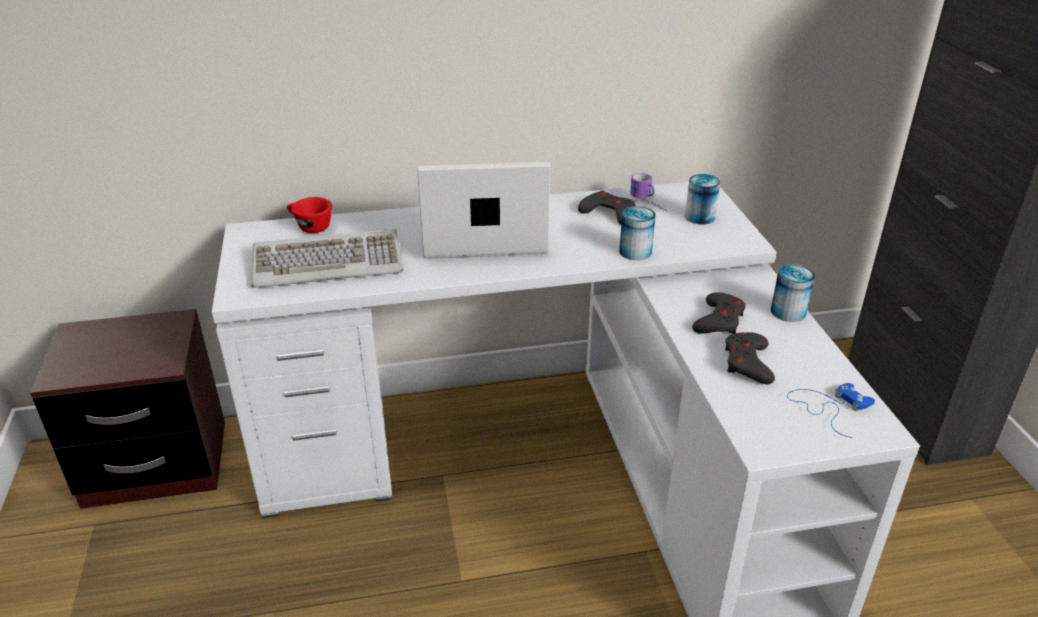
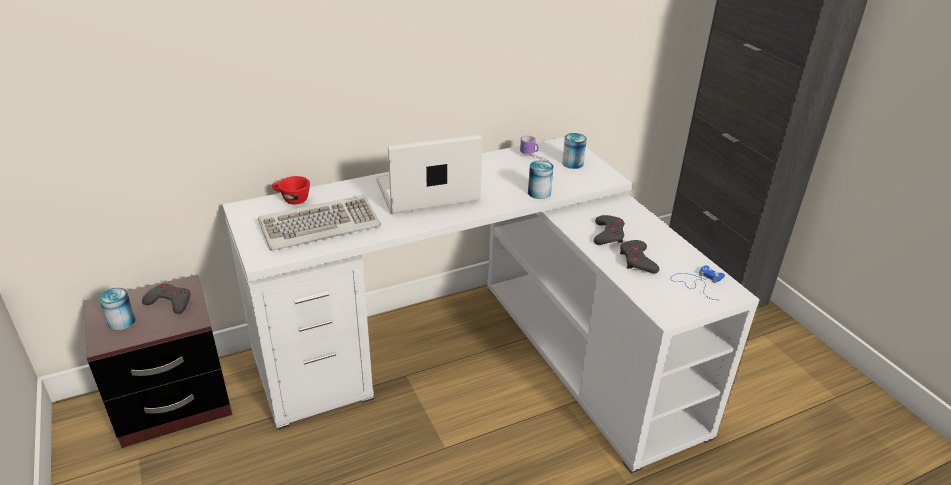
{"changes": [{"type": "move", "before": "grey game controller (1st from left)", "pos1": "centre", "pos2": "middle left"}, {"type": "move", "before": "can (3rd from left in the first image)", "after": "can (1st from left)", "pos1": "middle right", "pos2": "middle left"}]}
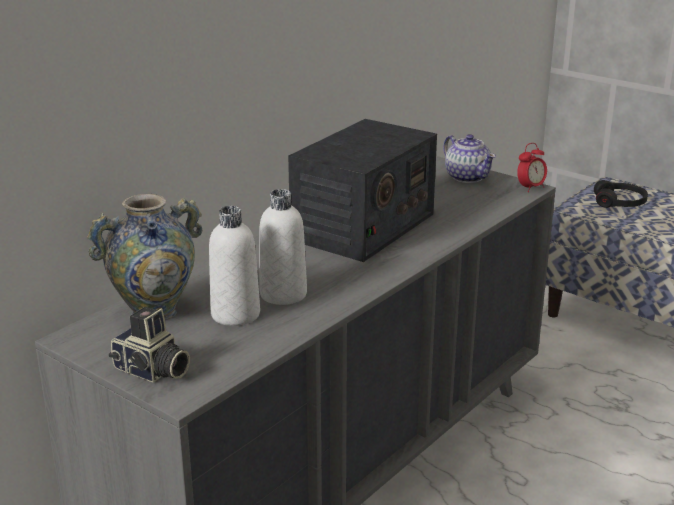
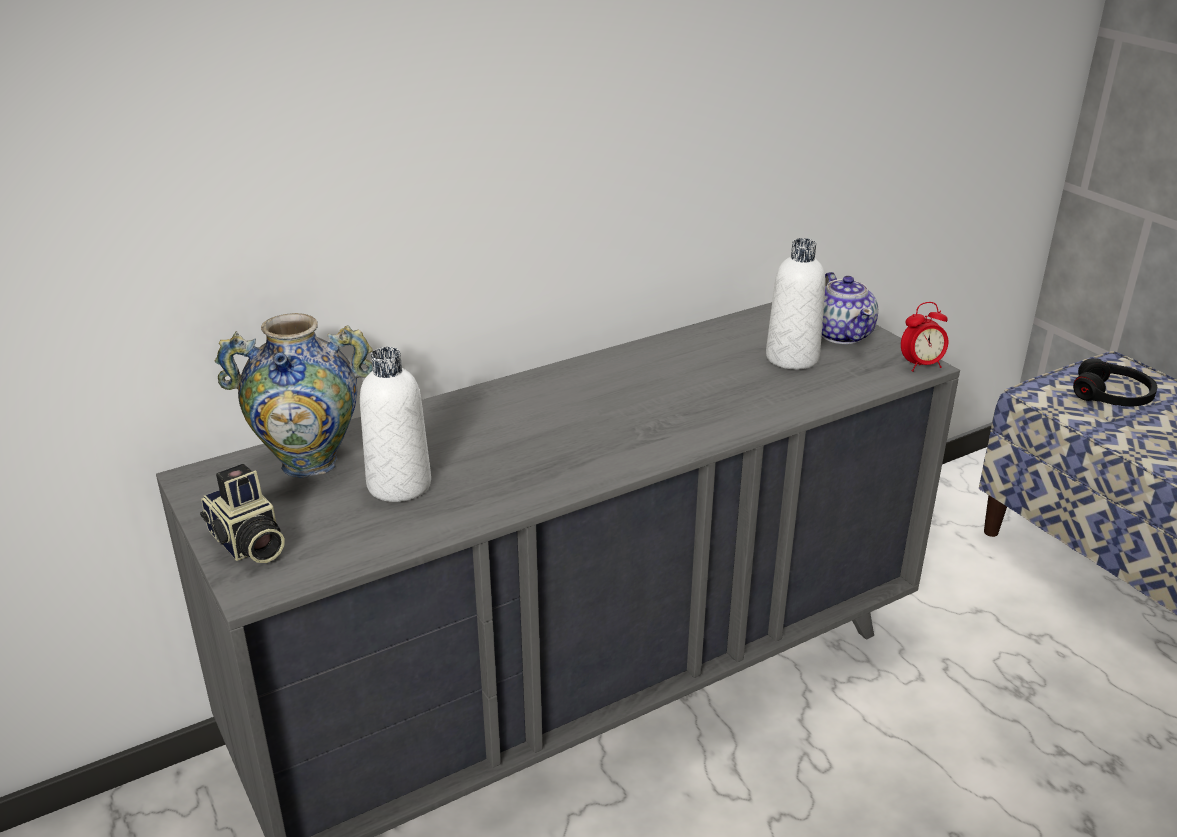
{"changes": [{"type": "move", "before": "white bottle (2nd from left)", "pos1": "centre", "pos2": "middle right"}, {"type": "delete", "before": "radio", "pos1": "centre"}]}
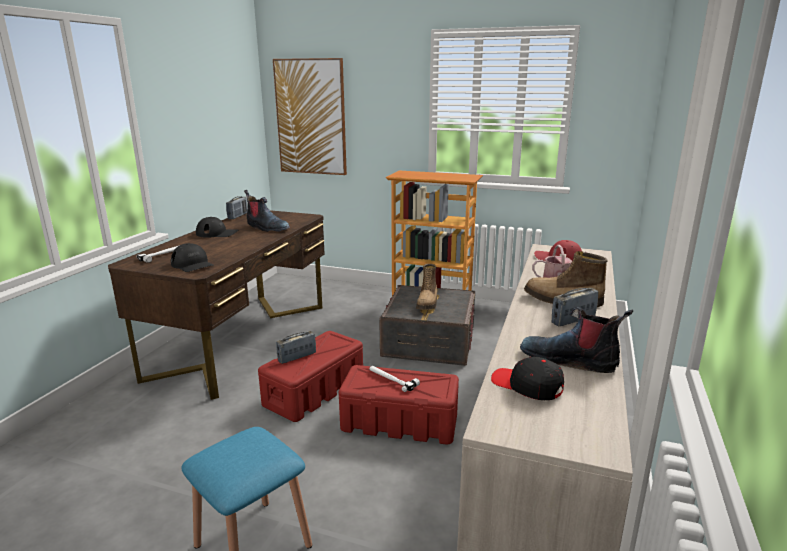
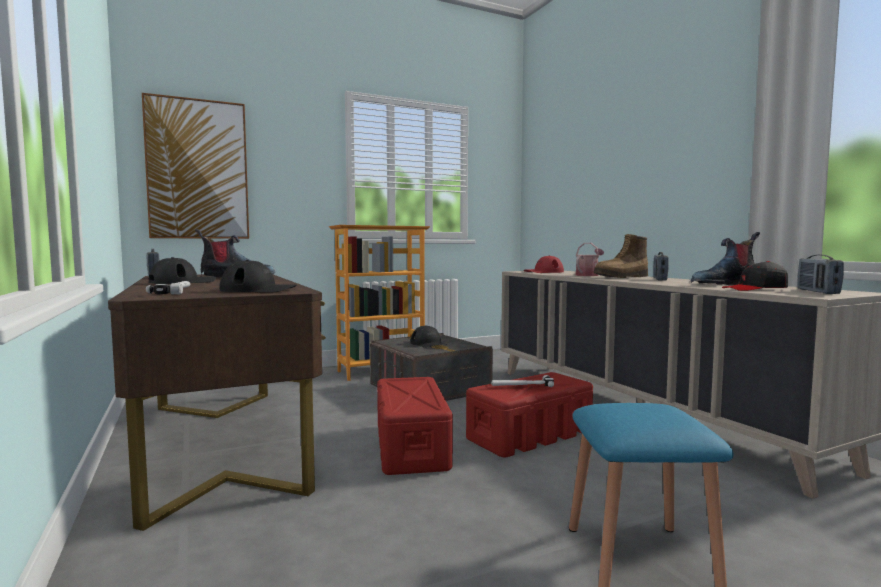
{"changes": [{"type": "move", "before": "radio (2nd from left in the first image)", "after": "radio (3rd from left)", "pos1": "centre", "pos2": "middle right"}, {"type": "replace", "before": "boot (2nd from left)", "after": "black cap (3rd from left)", "pos1": "centre", "pos2": "centre"}]}
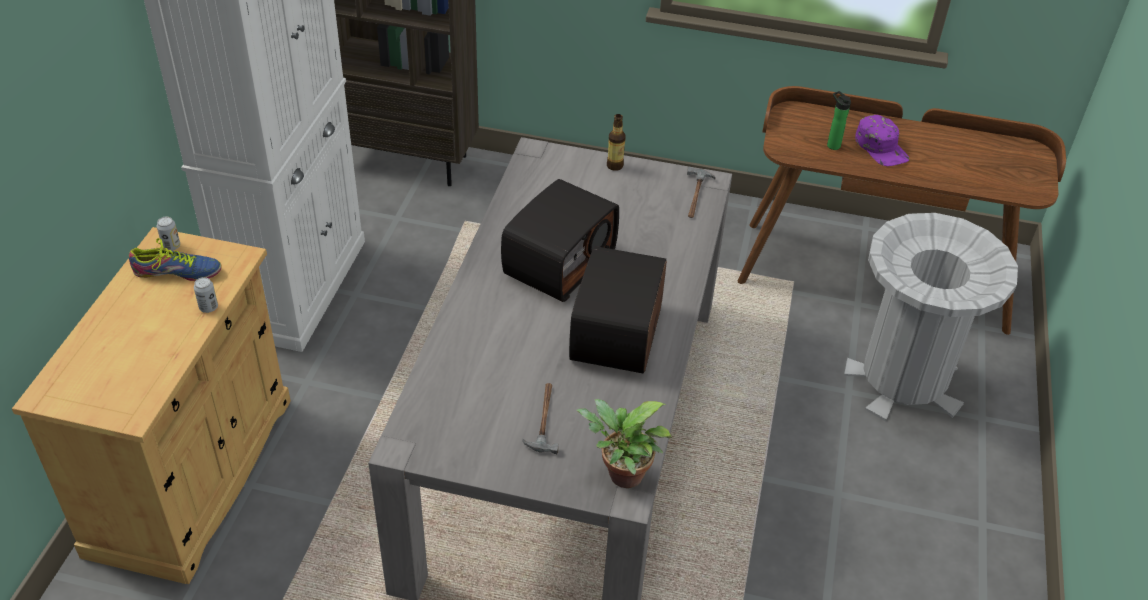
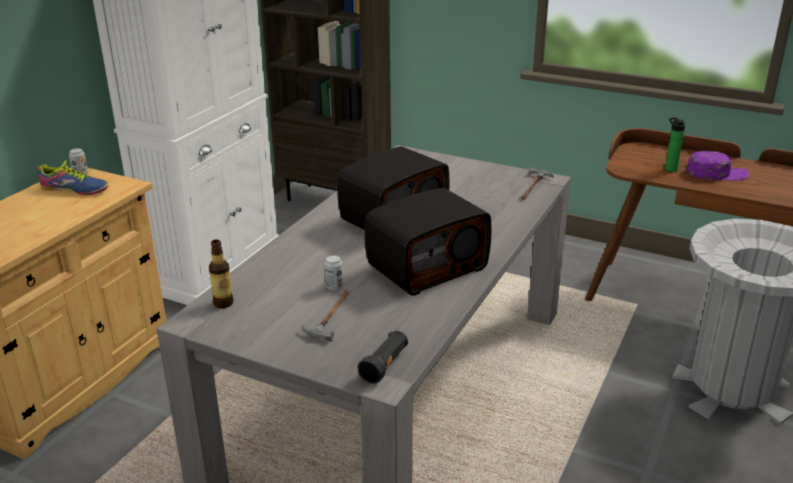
{"changes": [{"type": "move", "before": "can (2nd from left)", "pos1": "middle left", "pos2": "centre"}, {"type": "rotate", "before": "radio (2nd from left)", "pos1": "centre", "pos2": "centre", "turn": -150}, {"type": "replace", "before": "potted plant", "after": "black flashlight", "pos1": "bottom centre", "pos2": "bottom centre"}, {"type": "move", "before": "bottle (1st from left)", "pos1": "top centre", "pos2": "middle left"}, {"type": "rotate", "before": "purple cap", "pos1": "top right", "pos2": "middle right", "turn": -75}]}
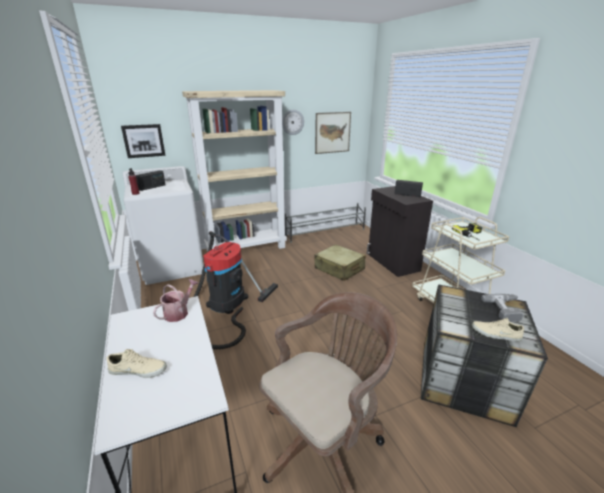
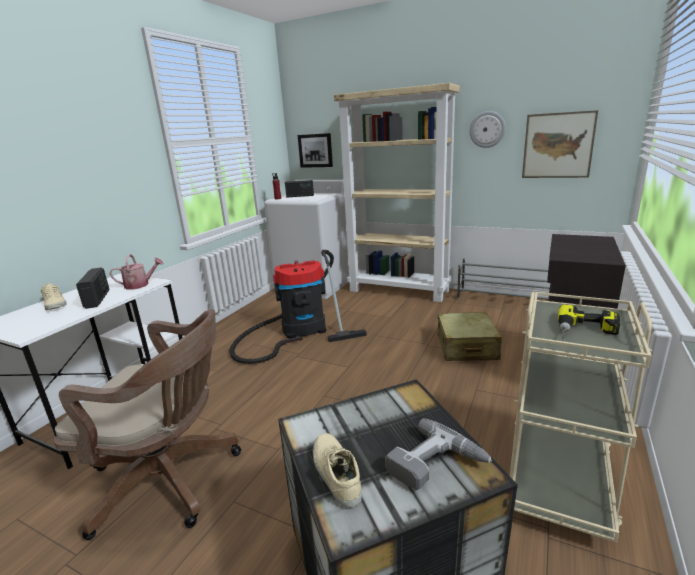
{"changes": [{"type": "move", "before": "radio (2nd from left in the first image)", "after": "radio (1st from left)", "pos1": "middle right", "pos2": "middle left"}]}
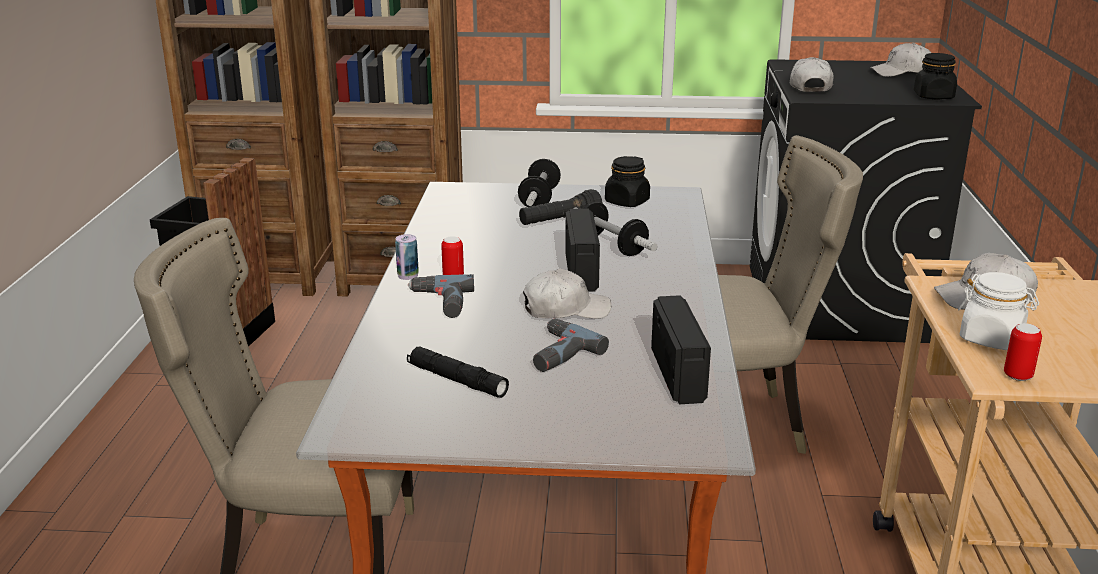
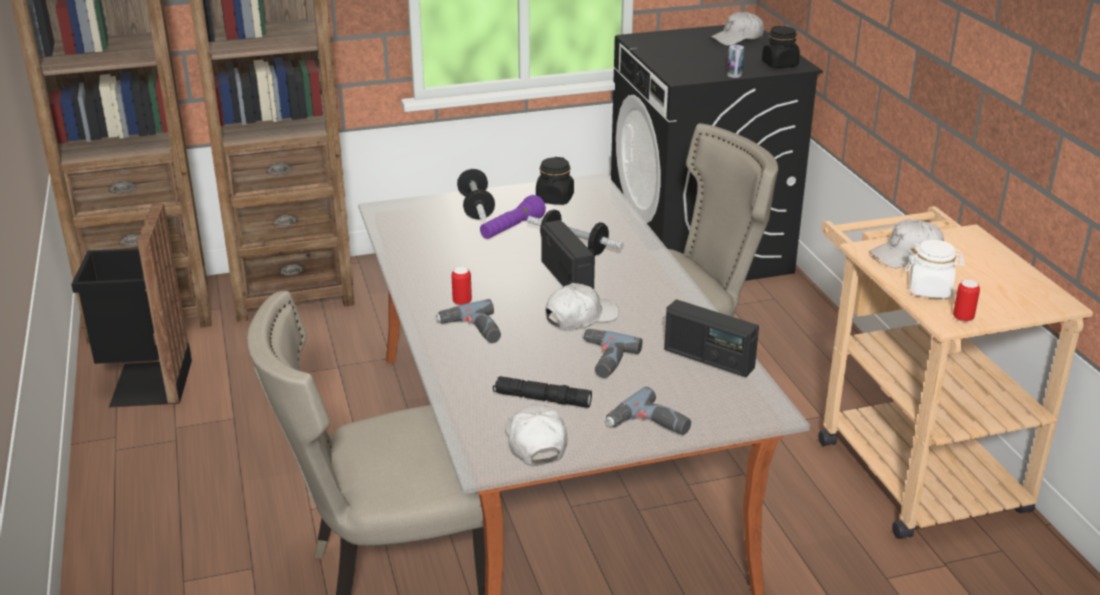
{"changes": [{"type": "move", "before": "can (1st from left in the first image)", "after": "can (2nd from left)", "pos1": "centre", "pos2": "top right"}, {"type": "recolor", "before": "black flashlight (2nd from left)", "after": "purple flashlight", "pos1": "centre", "pos2": "centre"}, {"type": "rotate", "before": "radio (2nd from left)", "pos1": "centre", "pos2": "centre", "turn": 150}, {"type": "move", "before": "white cap (2nd from left in the first image)", "after": "white cap (1st from left)", "pos1": "top right", "pos2": "bottom centre"}, {"type": "insert", "after": "power drill (3rd from left)", "pos2": "bottom centre"}]}
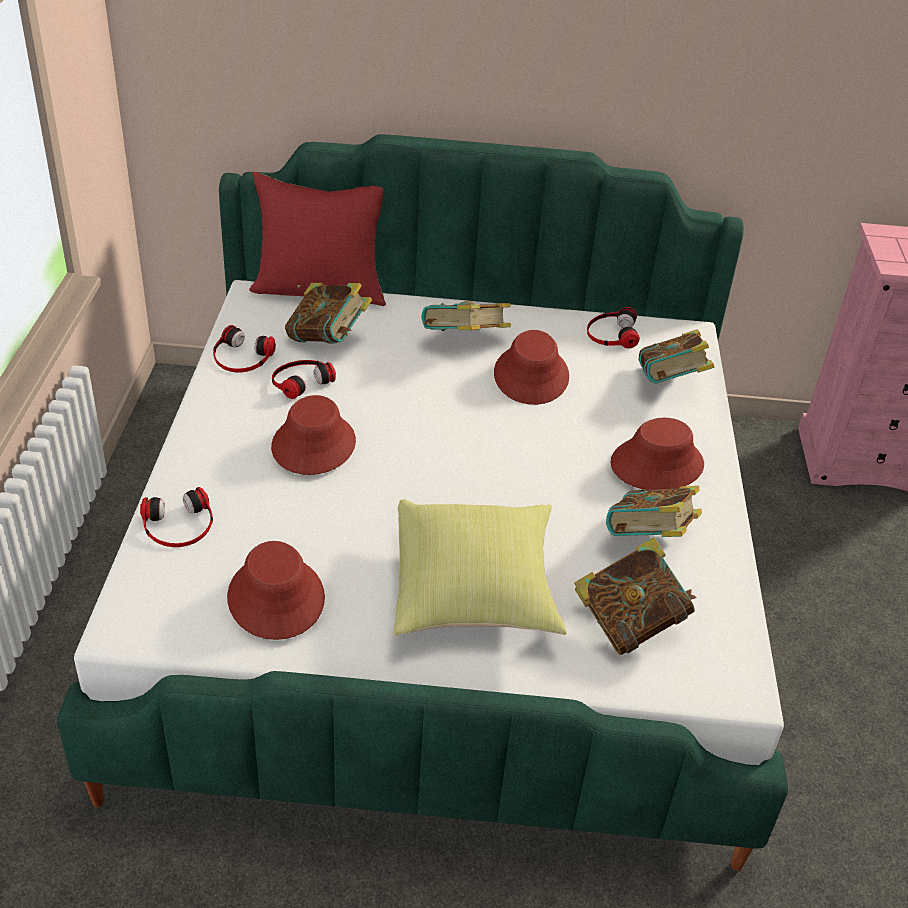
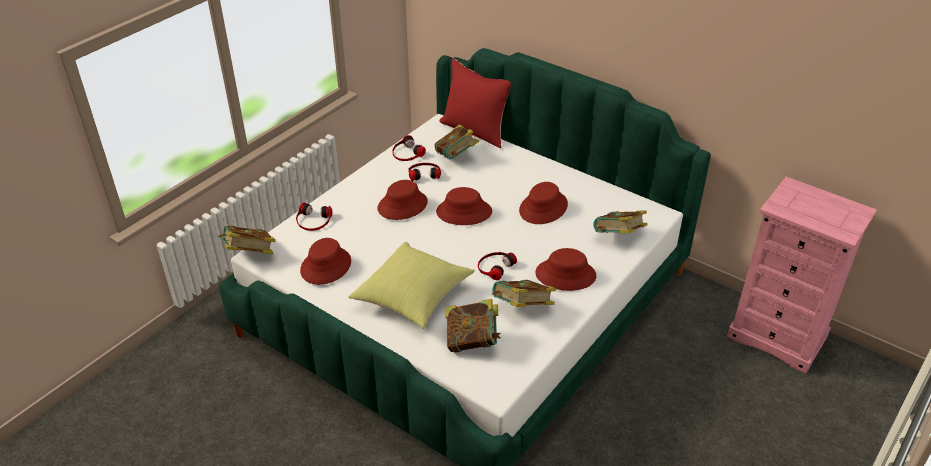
{"changes": [{"type": "move", "before": "book (2nd from left in the first image)", "after": "book (1st from left)", "pos1": "centre", "pos2": "middle left"}, {"type": "move", "before": "headphones (4th from left)", "pos1": "middle right", "pos2": "centre"}, {"type": "insert", "after": "red hat (3rd from left)", "pos2": "centre"}]}
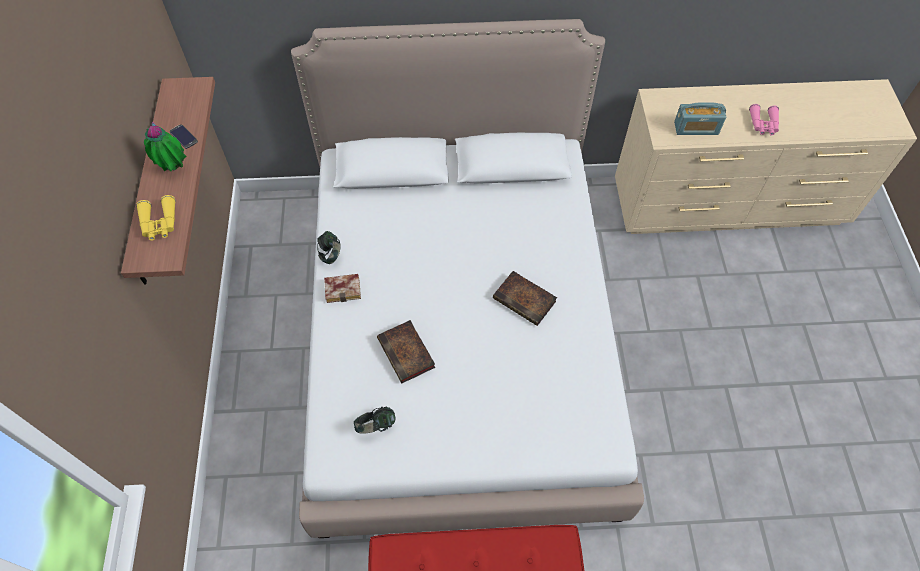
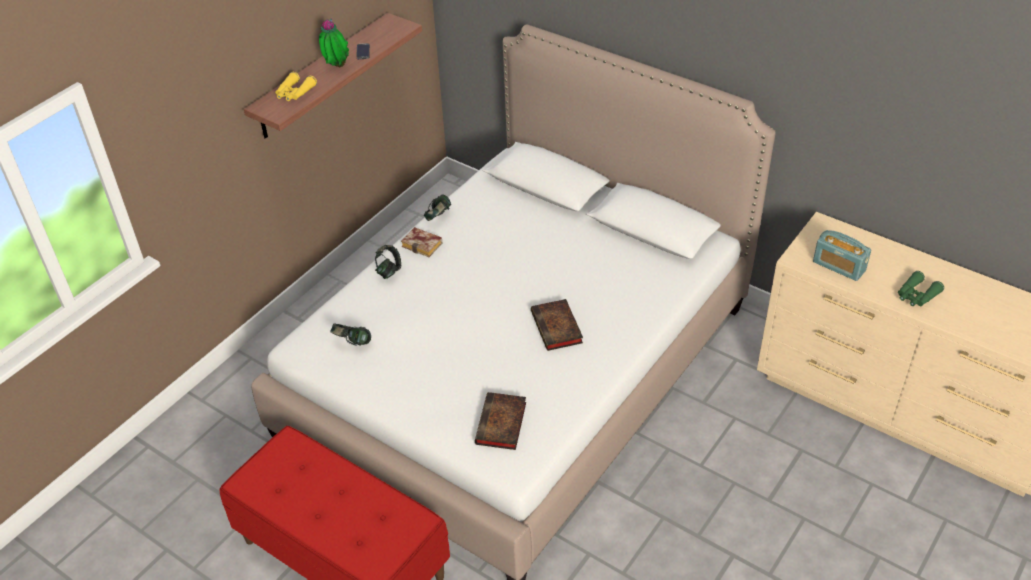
{"changes": [{"type": "move", "before": "book (2nd from left)", "pos1": "centre", "pos2": "bottom centre"}, {"type": "recolor", "before": "pink binoculars", "after": "green binoculars", "pos1": "top right", "pos2": "middle right"}, {"type": "insert", "after": "headphones (2nd from left)", "pos2": "centre"}]}
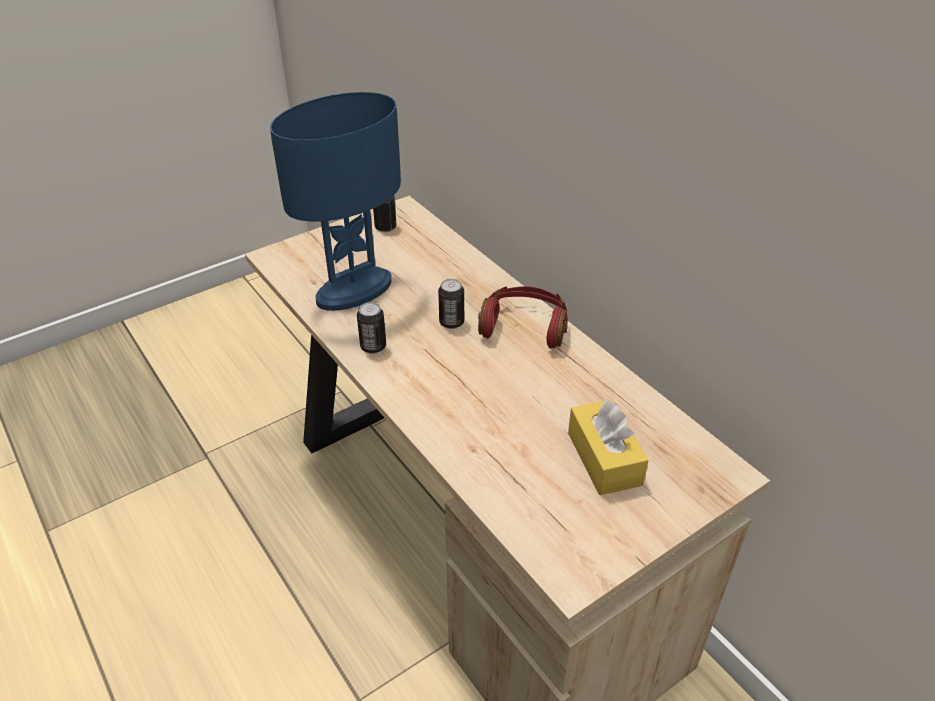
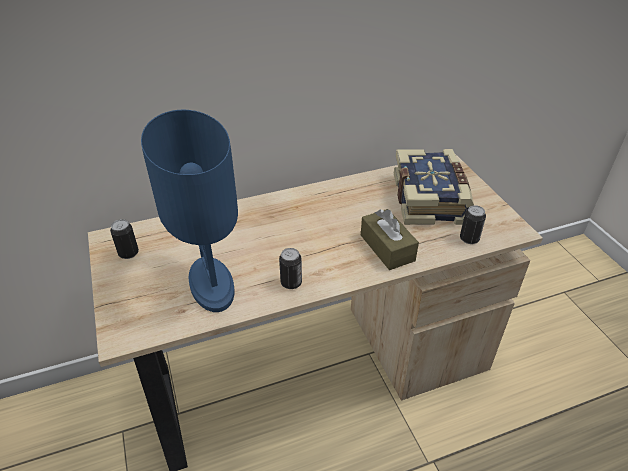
{"changes": [{"type": "move", "before": "can (3rd from left)", "pos1": "centre", "pos2": "middle right"}, {"type": "delete", "before": "red headphones", "pos1": "centre"}, {"type": "replace", "before": "yellow tissue box", "after": "book", "pos1": "centre", "pos2": "middle right"}, {"type": "insert", "after": "brown tissue box", "pos2": "centre"}]}
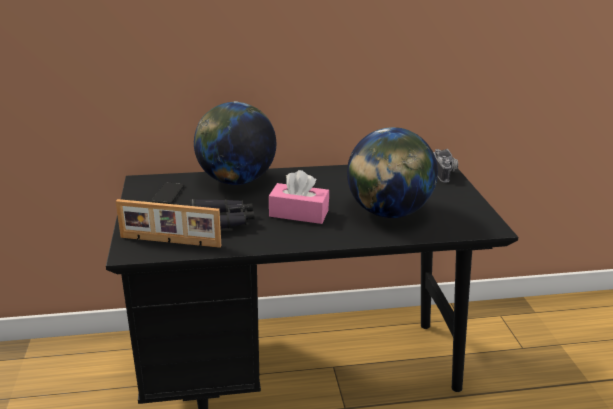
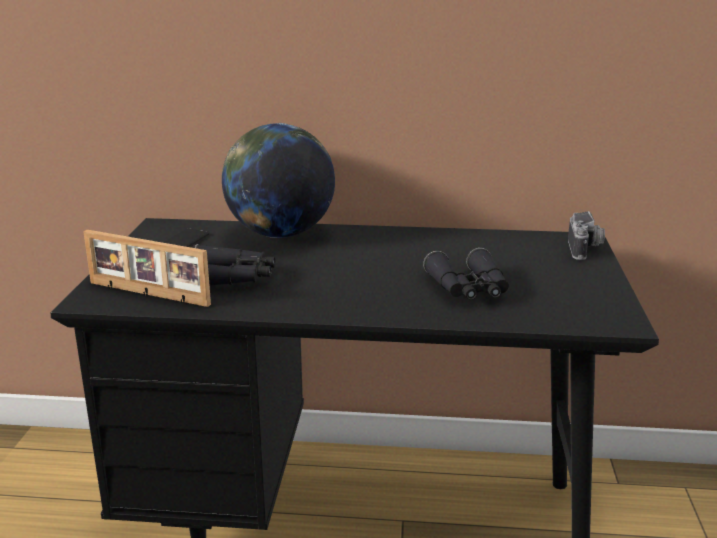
{"changes": [{"type": "delete", "before": "pink tissue box", "pos1": "centre"}, {"type": "replace", "before": "globe (2nd from left)", "after": "black binoculars (2nd from left)", "pos1": "centre", "pos2": "centre"}]}
